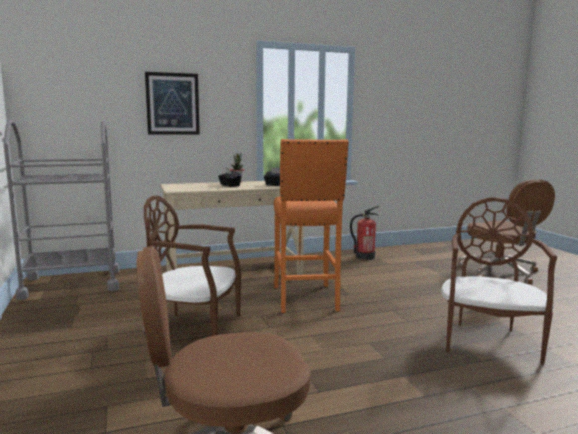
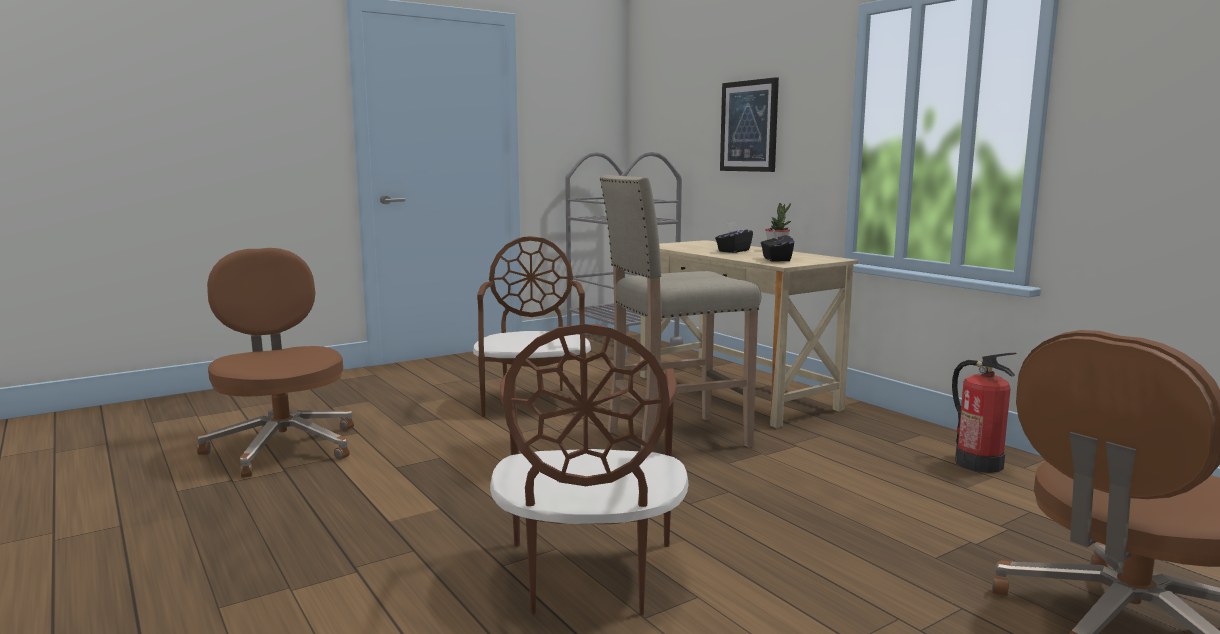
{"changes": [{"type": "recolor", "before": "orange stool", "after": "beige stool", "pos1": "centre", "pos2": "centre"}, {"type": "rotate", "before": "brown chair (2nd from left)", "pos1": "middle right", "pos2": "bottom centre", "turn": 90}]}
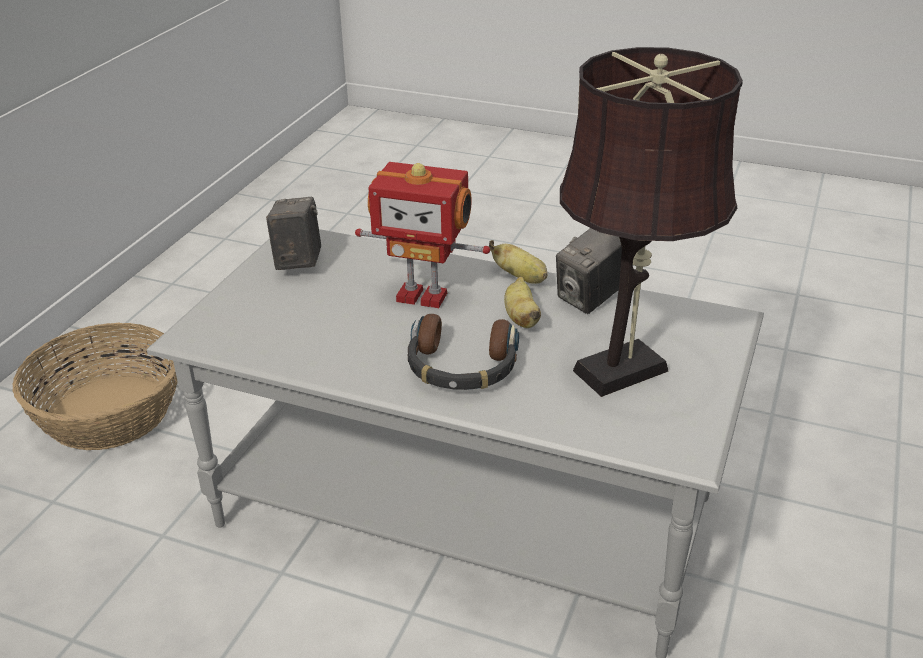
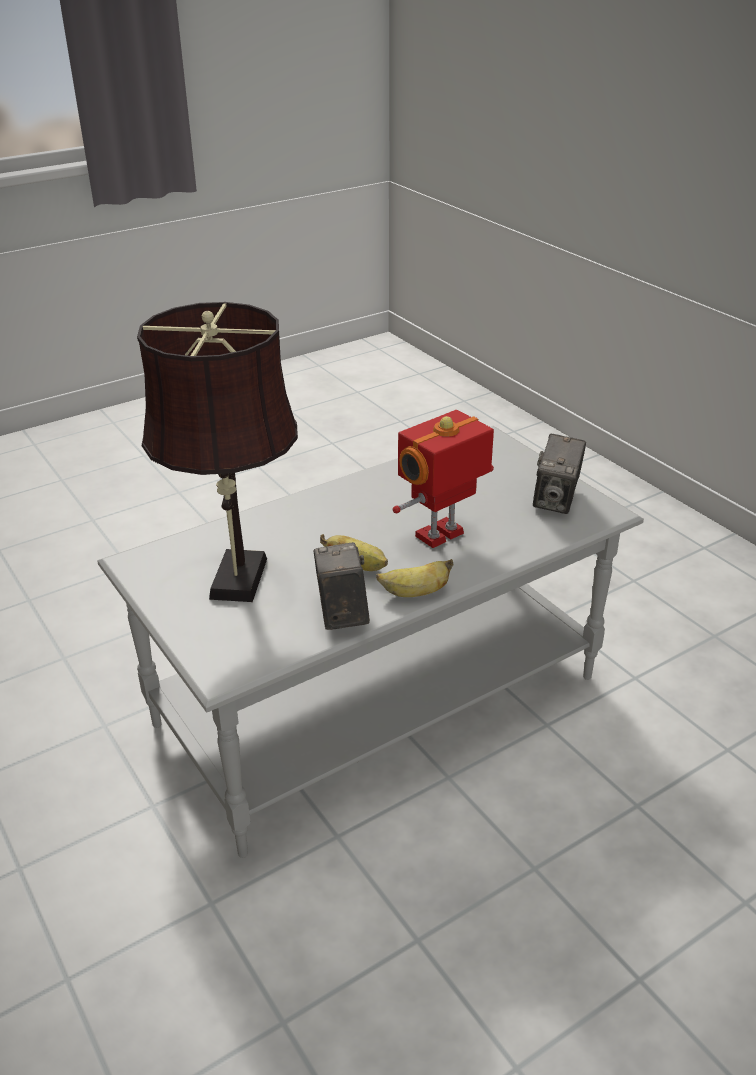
{"changes": [{"type": "delete", "before": "basket", "pos1": "middle left"}, {"type": "rotate", "before": "photo camera (1st from left in the first image)", "pos1": "middle left", "pos2": "middle right", "turn": 75}, {"type": "delete", "before": "headphones", "pos1": "centre"}]}
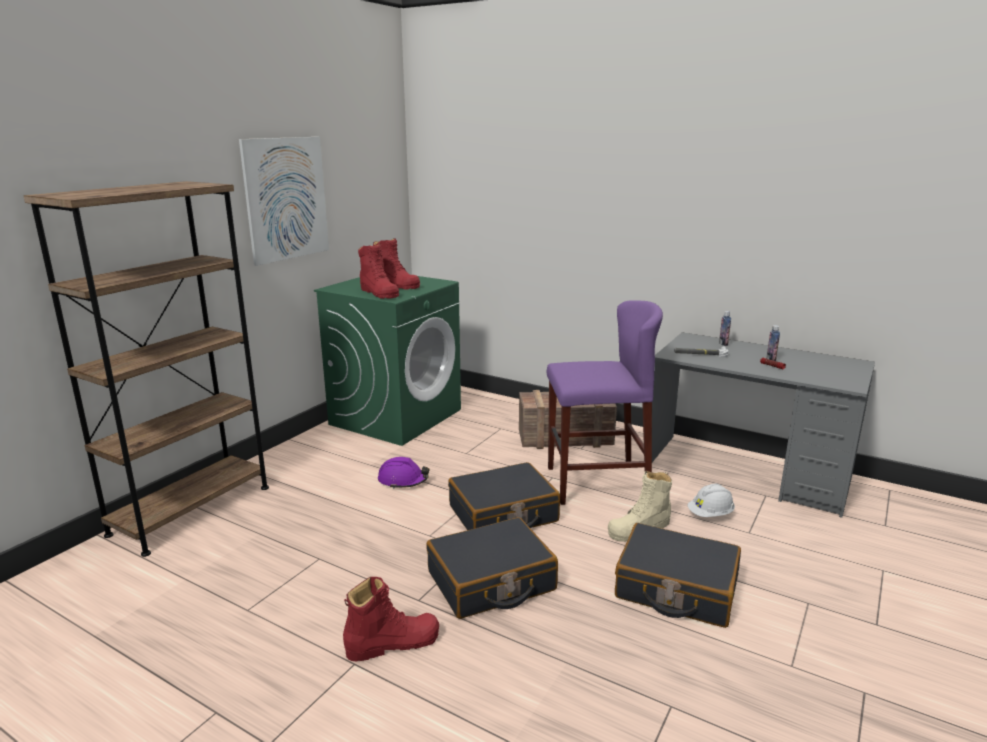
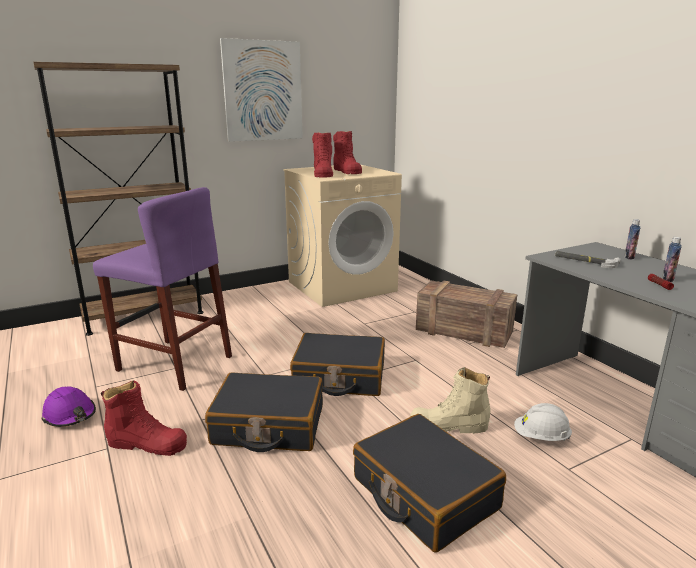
{"changes": [{"type": "recolor", "before": "green washing machine", "after": "beige washing machine", "pos1": "centre", "pos2": "centre"}, {"type": "move", "before": "purple hard hat", "pos1": "centre", "pos2": "bottom left"}, {"type": "move", "before": "purple stool", "pos1": "centre", "pos2": "middle left"}]}
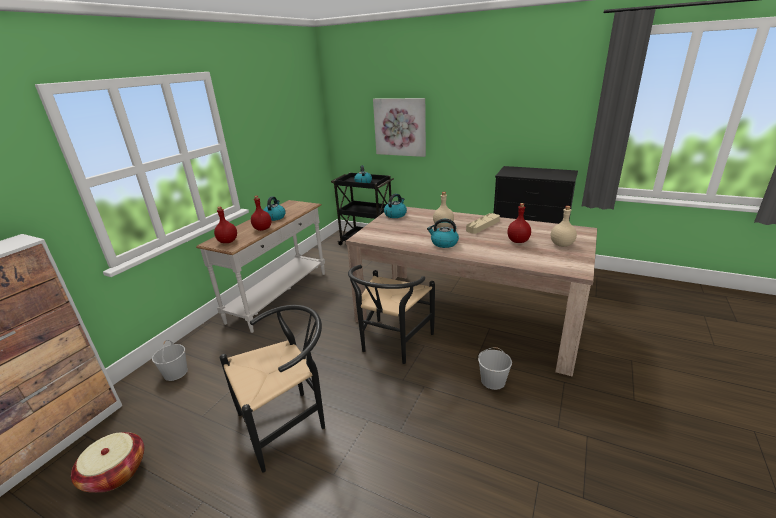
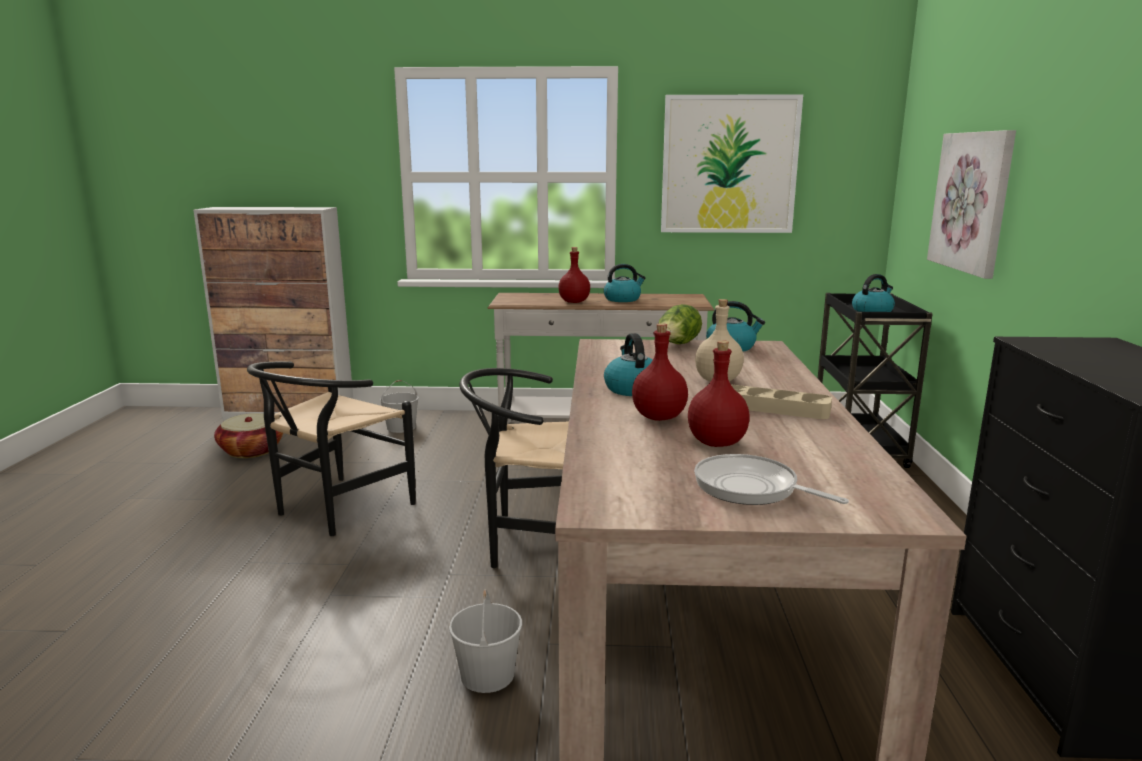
{"changes": [{"type": "move", "before": "red bottle (1st from left in the first image)", "after": "red bottle (2nd from left)", "pos1": "middle left", "pos2": "centre"}, {"type": "rotate", "before": "black chair (1st from left)", "pos1": "bottom centre", "pos2": "middle left", "turn": 90}, {"type": "replace", "before": "beige bottle (2nd from left)", "after": "frying pan", "pos1": "middle right", "pos2": "middle right"}, {"type": "insert", "after": "lettuce", "pos2": "centre"}, {"type": "insert", "after": "picture (1st from left)", "pos2": "top centre"}]}
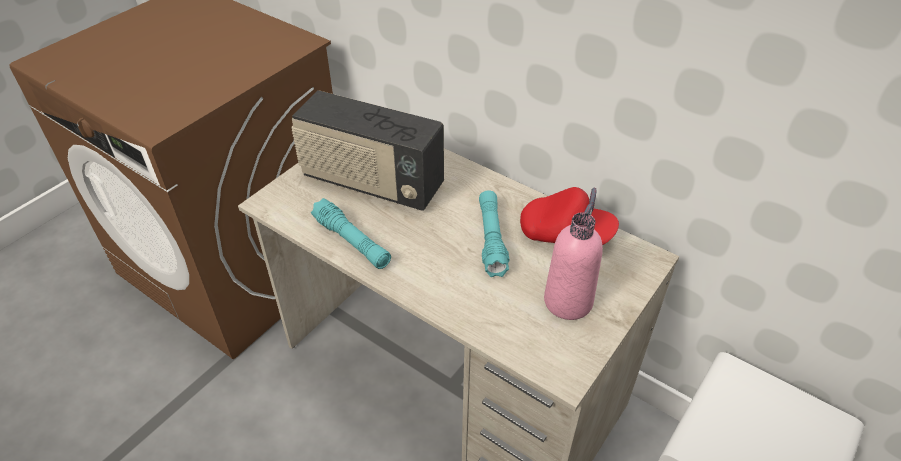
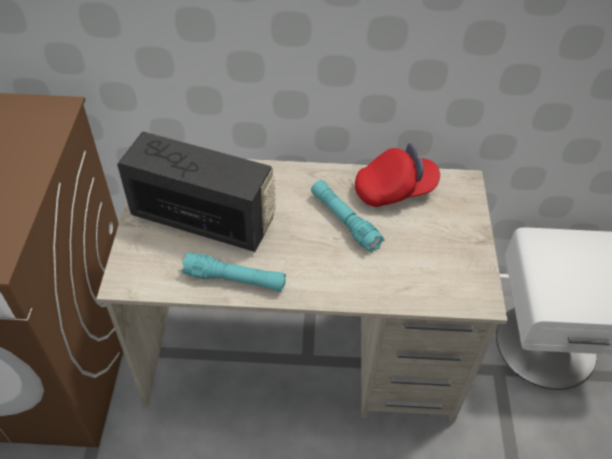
{"changes": [{"type": "rotate", "before": "radio", "pos1": "top centre", "pos2": "middle left", "turn": -150}, {"type": "delete", "before": "pink bottle", "pos1": "centre"}]}
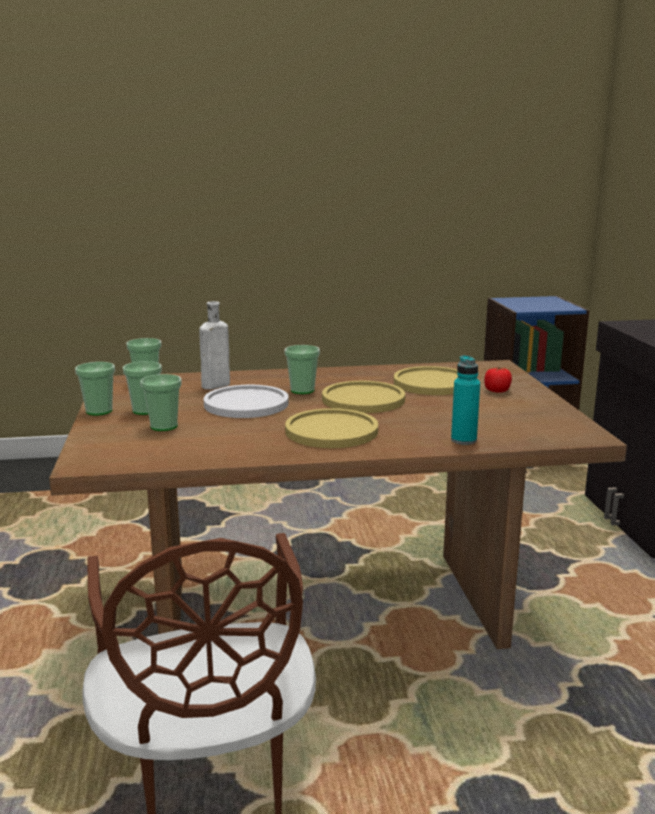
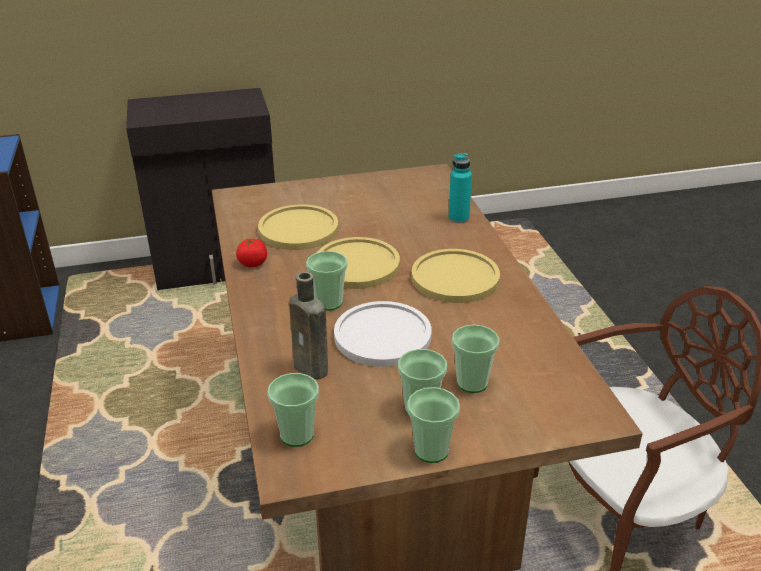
{"changes": [{"type": "recolor", "before": "white bottle", "after": "brown bottle", "pos1": "middle left", "pos2": "centre"}, {"type": "move", "before": "tomato", "pos1": "middle right", "pos2": "middle left"}]}
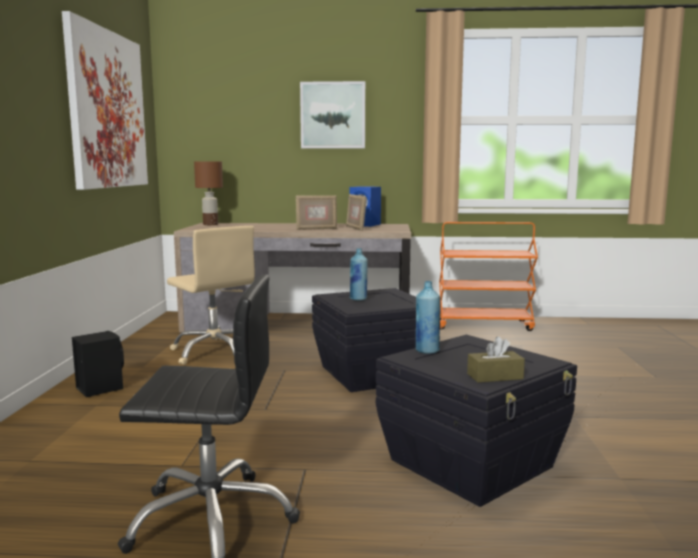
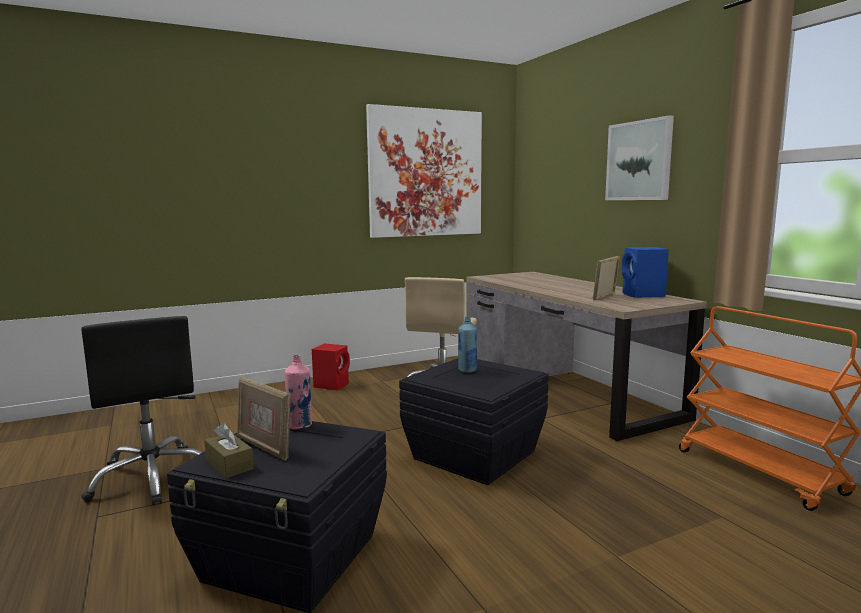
{"changes": [{"type": "recolor", "before": "black speaker", "after": "red speaker", "pos1": "middle left", "pos2": "centre"}, {"type": "delete", "before": "brown table lamp", "pos1": "middle left"}, {"type": "move", "before": "picture frame (1st from left)", "pos1": "centre", "pos2": "bottom left"}, {"type": "recolor", "before": "blue bottle (2nd from left)", "after": "pink bottle", "pos1": "centre", "pos2": "centre"}]}
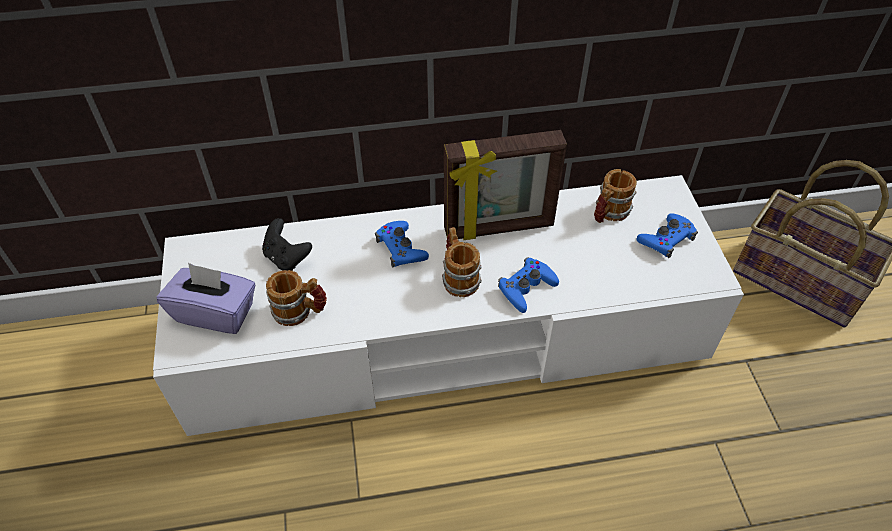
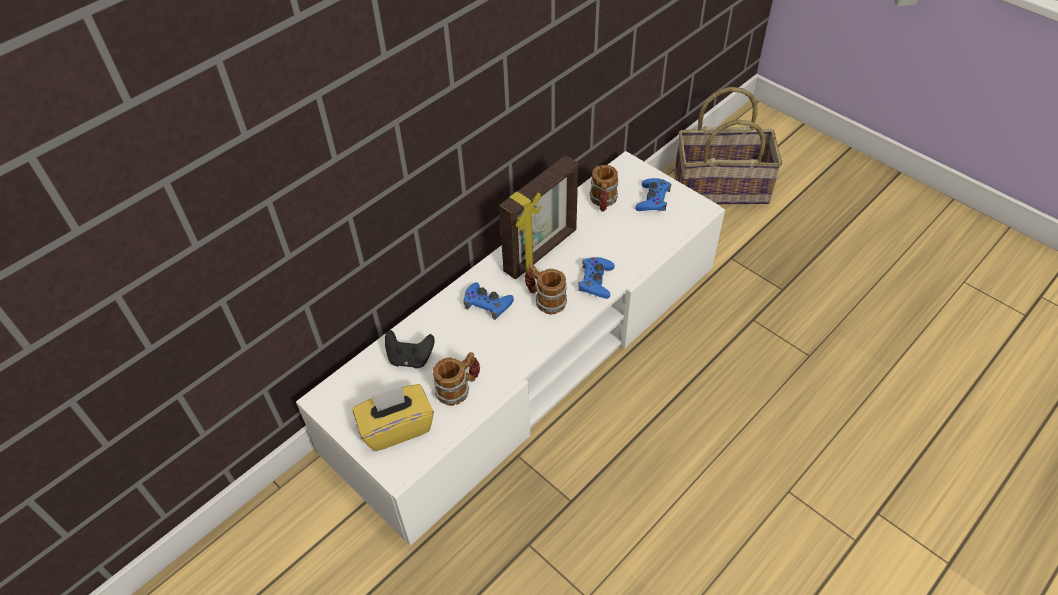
{"changes": [{"type": "recolor", "before": "purple tissue box", "after": "yellow tissue box", "pos1": "middle left", "pos2": "bottom centre"}]}
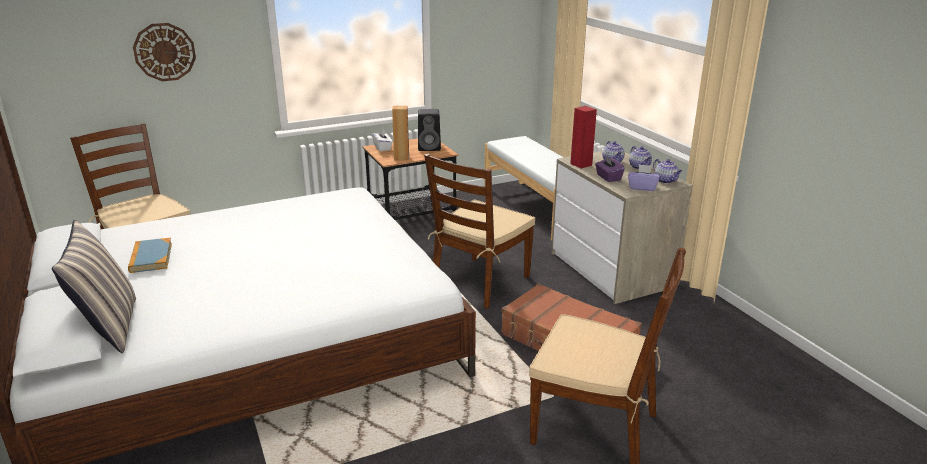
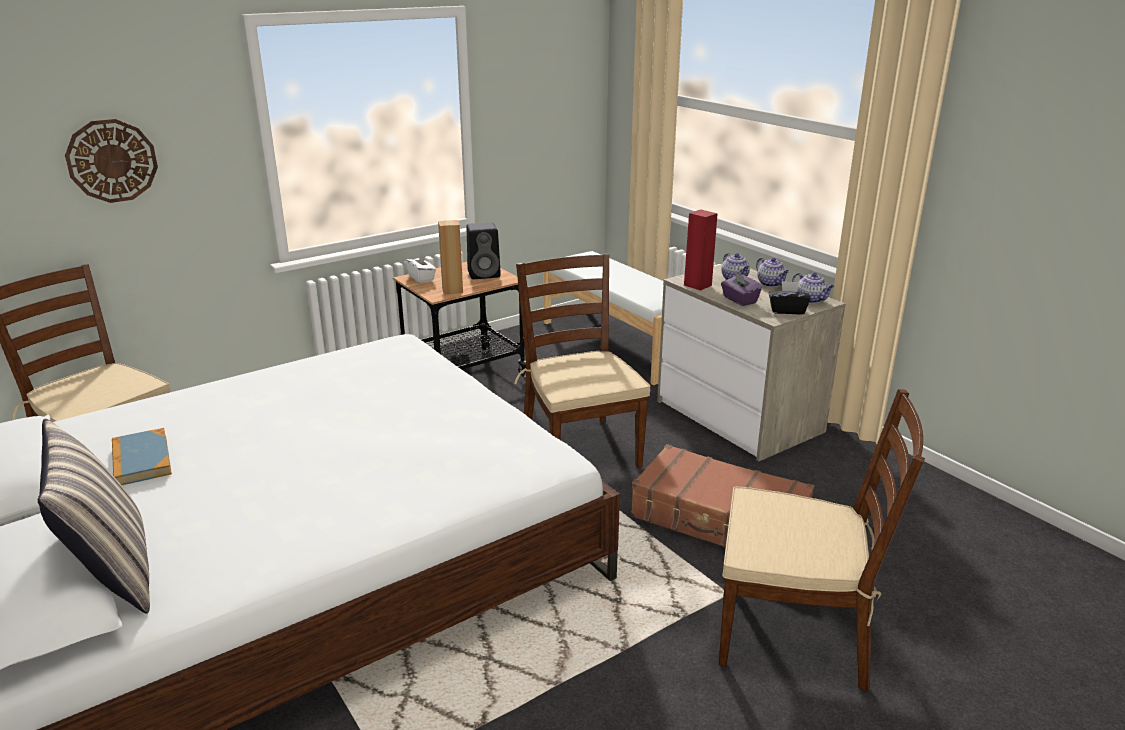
{"changes": [{"type": "rotate", "before": "brown chair (2nd from left)", "pos1": "centre", "pos2": "centre", "turn": 135}, {"type": "recolor", "before": "purple tissue box (2nd from left)", "after": "black tissue box", "pos1": "middle right", "pos2": "middle right"}]}
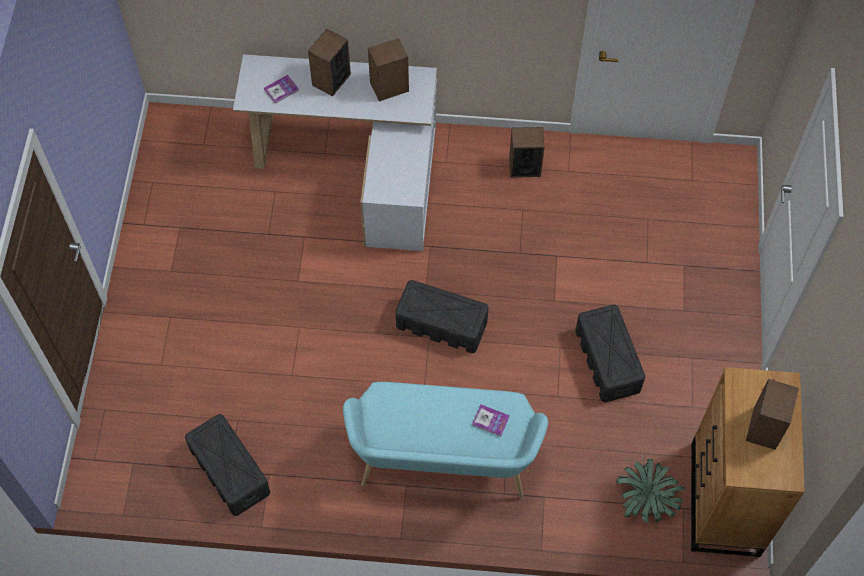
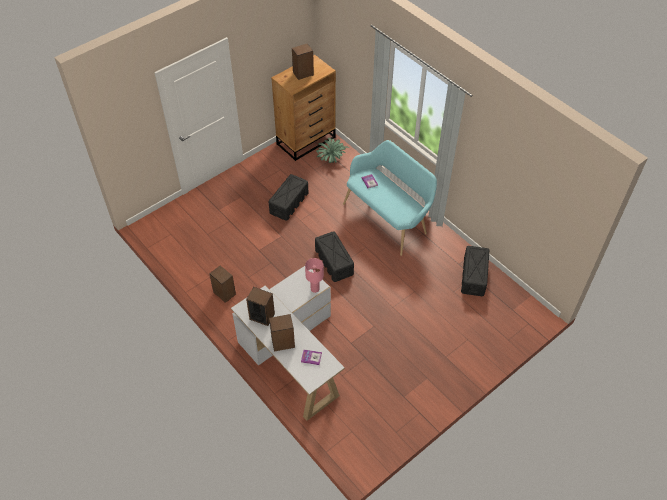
{"changes": [{"type": "insert", "after": "pink table lamp", "pos2": "centre"}]}
